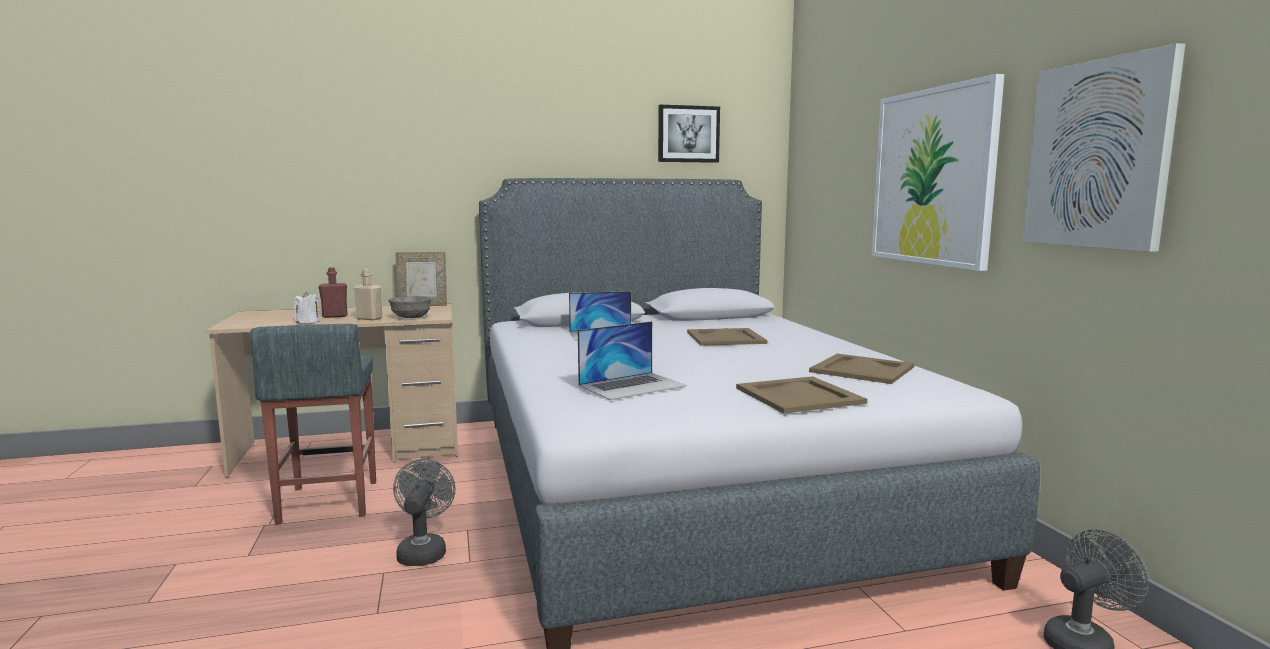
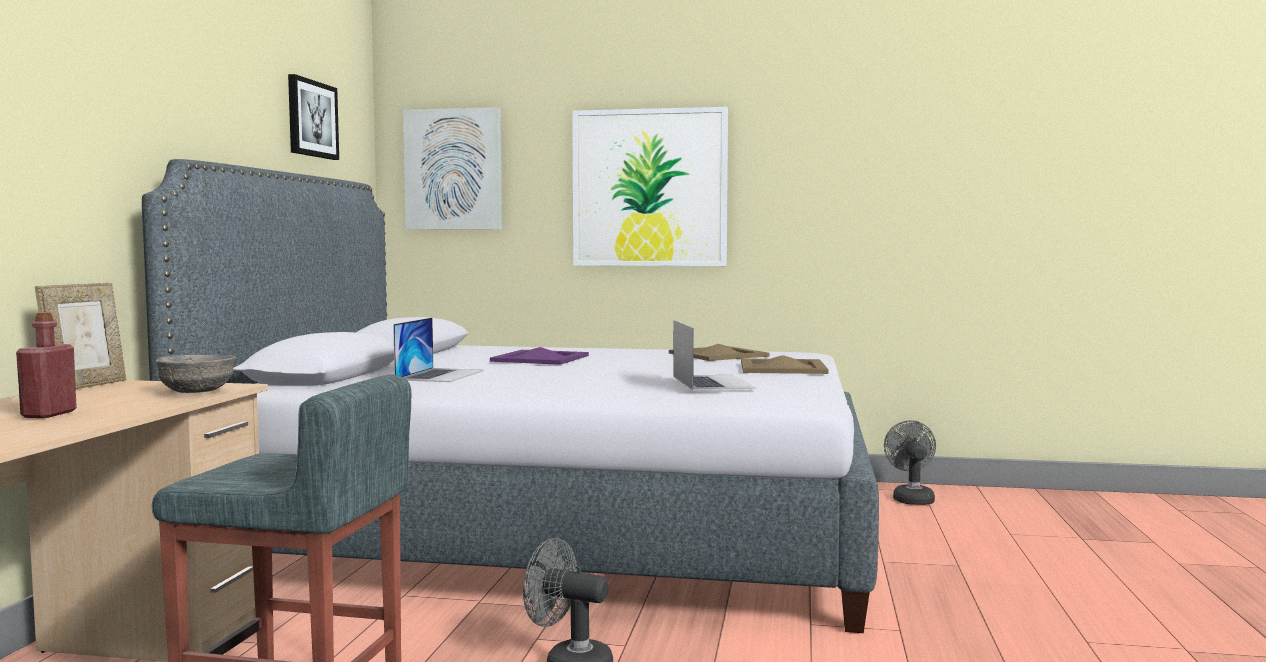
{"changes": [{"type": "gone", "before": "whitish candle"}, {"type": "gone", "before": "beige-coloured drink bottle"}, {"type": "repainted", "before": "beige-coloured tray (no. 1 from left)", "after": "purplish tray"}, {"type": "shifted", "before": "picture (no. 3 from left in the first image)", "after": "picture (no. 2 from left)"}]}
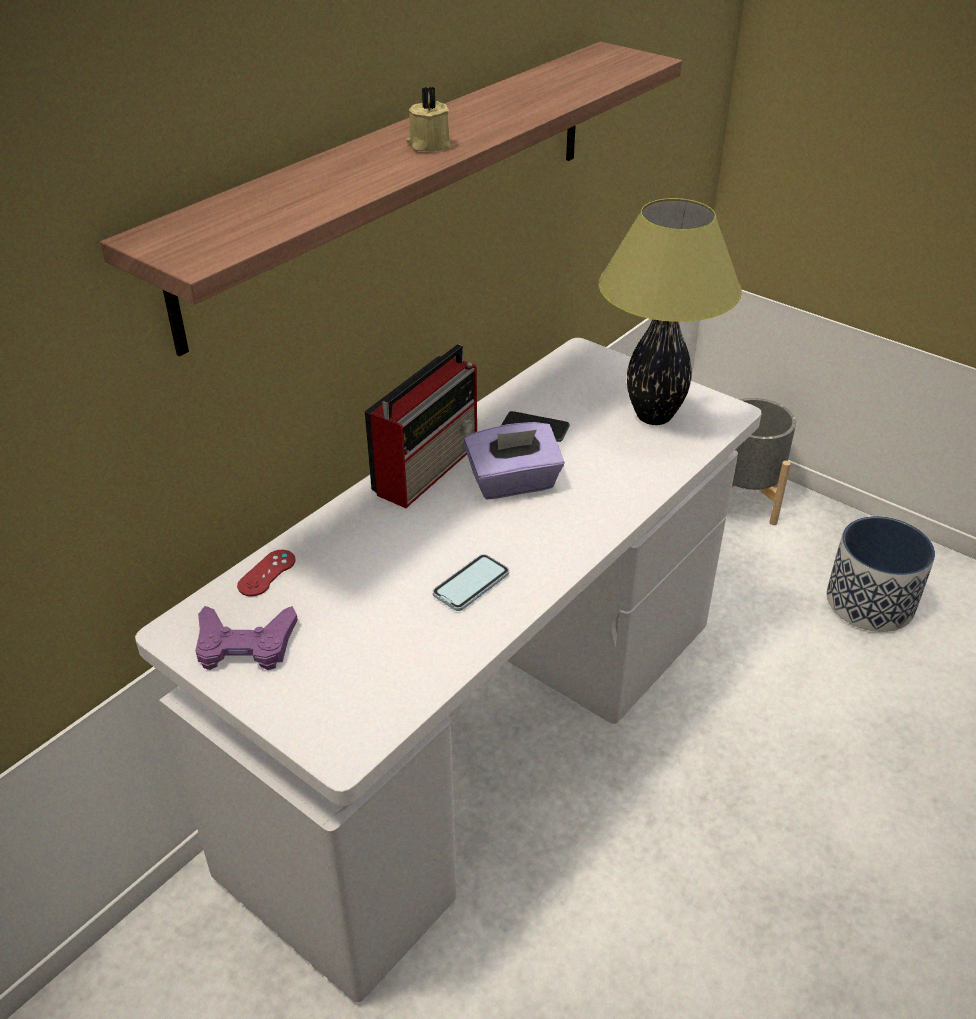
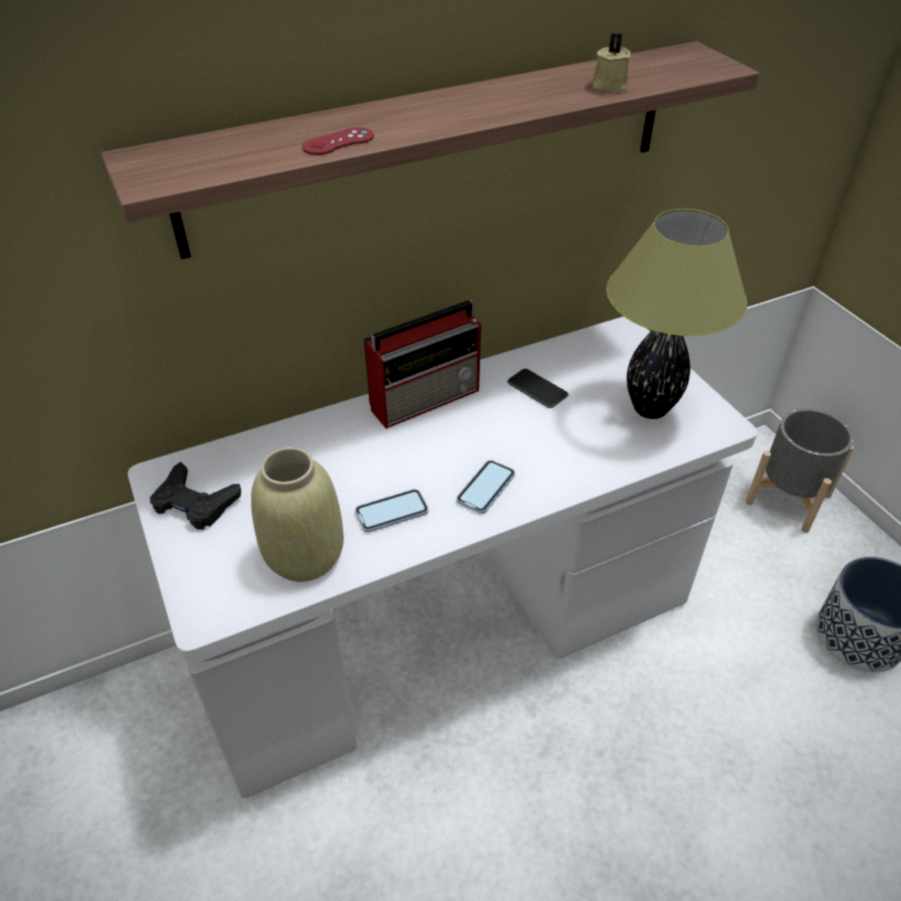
{"changes": [{"type": "repainted", "before": "purplish joypad", "after": "black joypad"}, {"type": "shifted", "before": "reddish joypad"}, {"type": "shifted", "before": "beige-coloured candle"}, {"type": "gone", "before": "purplish tissue box"}, {"type": "new", "after": "beige-coloured decorative vase"}, {"type": "new", "after": "handset (no. 2 from left)"}]}
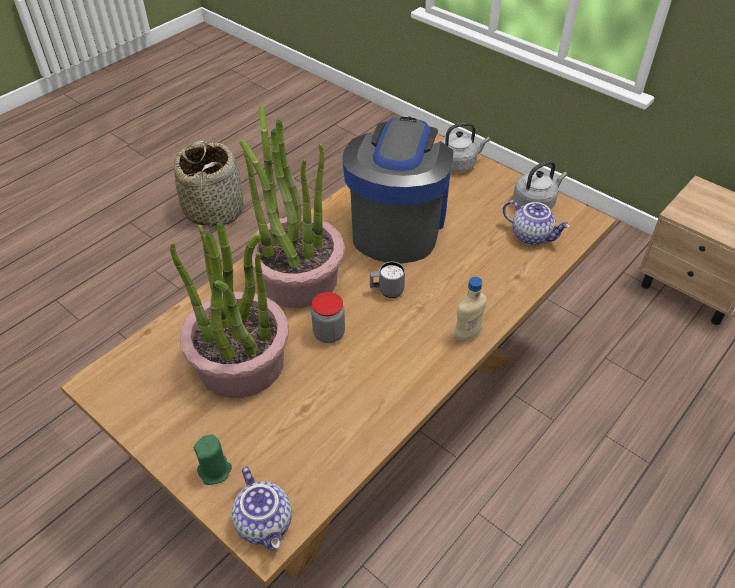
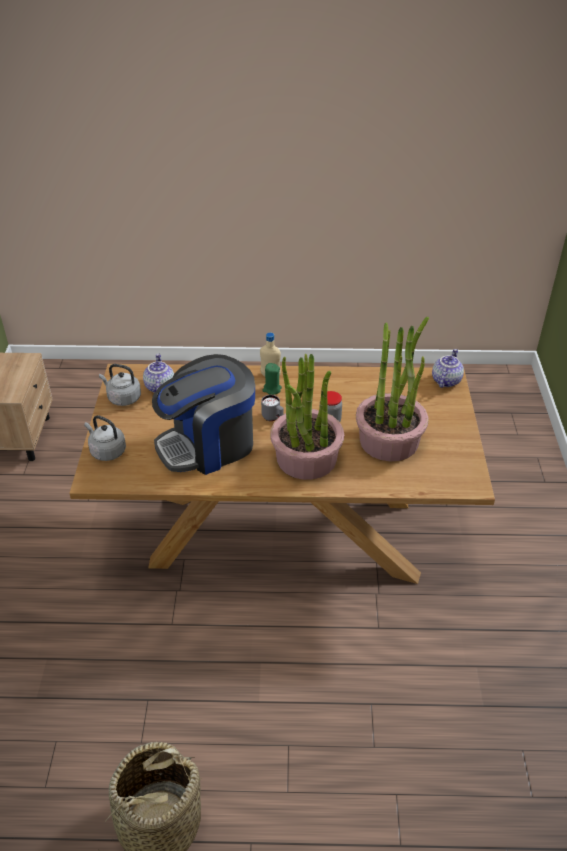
{"changes": [{"type": "shifted", "before": "greenish candle"}]}
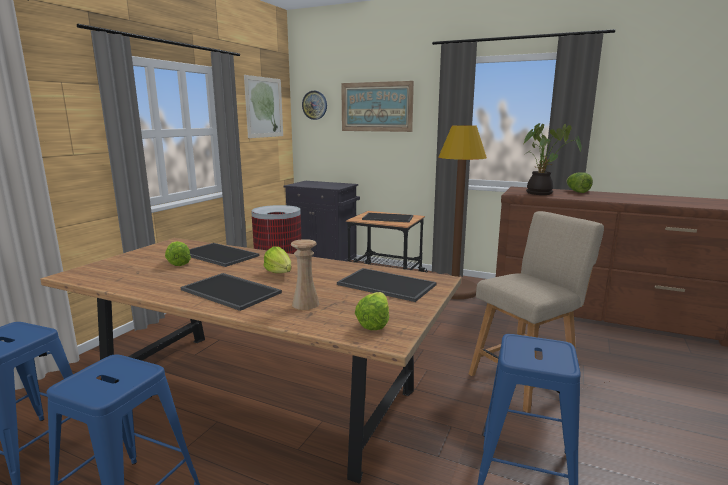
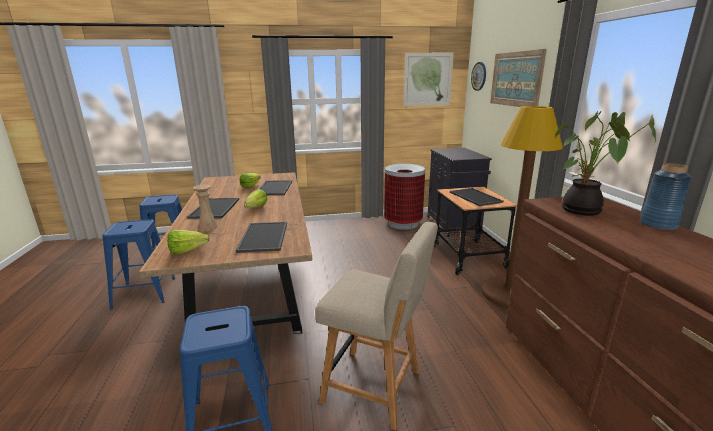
{"changes": [{"type": "swapped", "before": "head of lettuce (no. 4 from left)", "after": "blue-coloured decorative vase"}]}
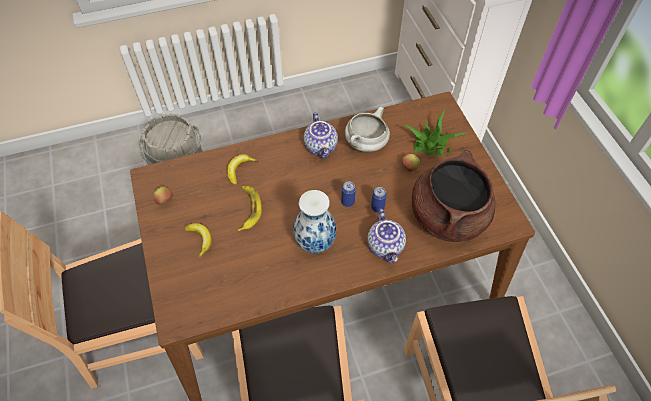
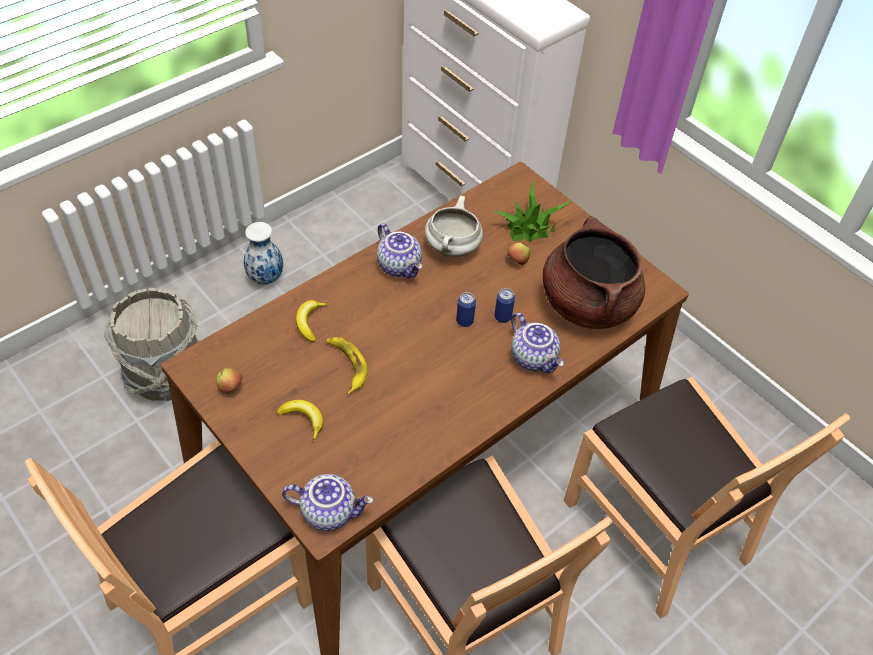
{"changes": [{"type": "shifted", "before": "decorative vase"}, {"type": "new", "after": "tea pot (no. 1 from left)"}]}
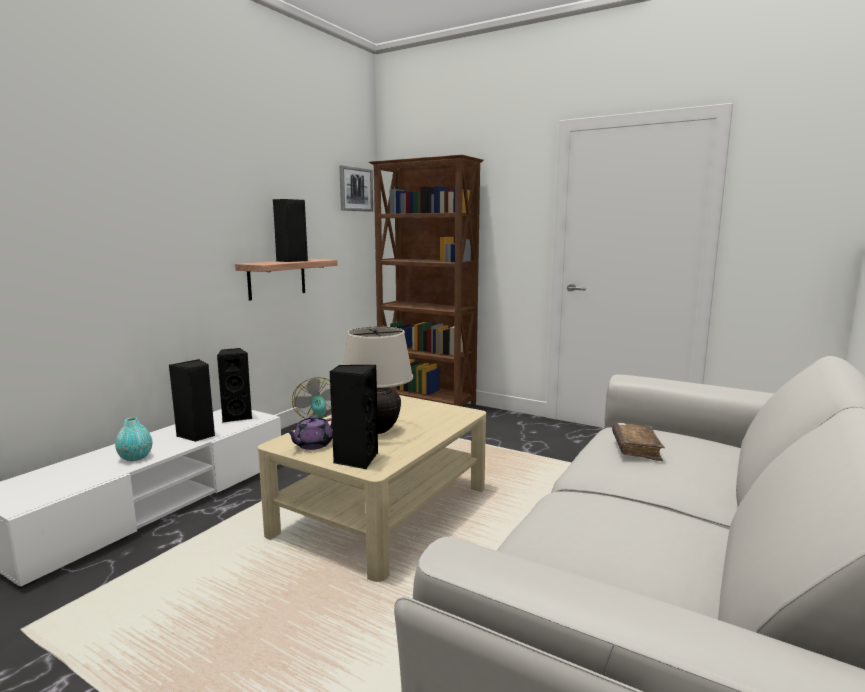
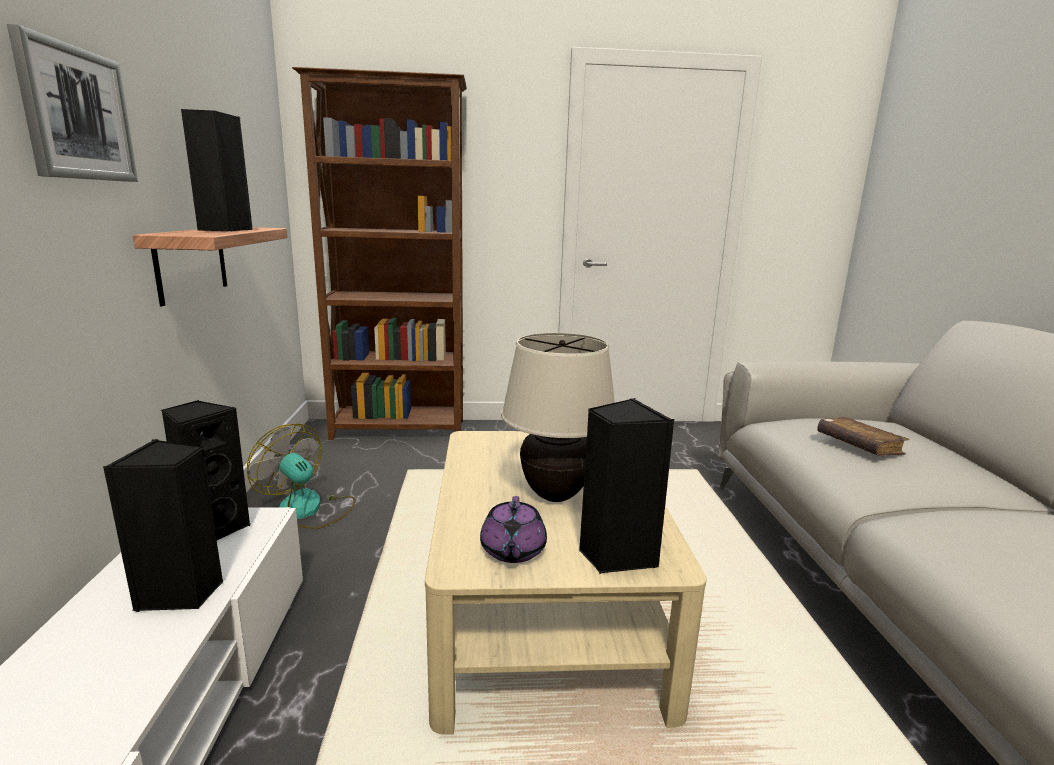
{"changes": [{"type": "gone", "before": "turquoise decorative vase"}, {"type": "shifted", "before": "picture"}]}
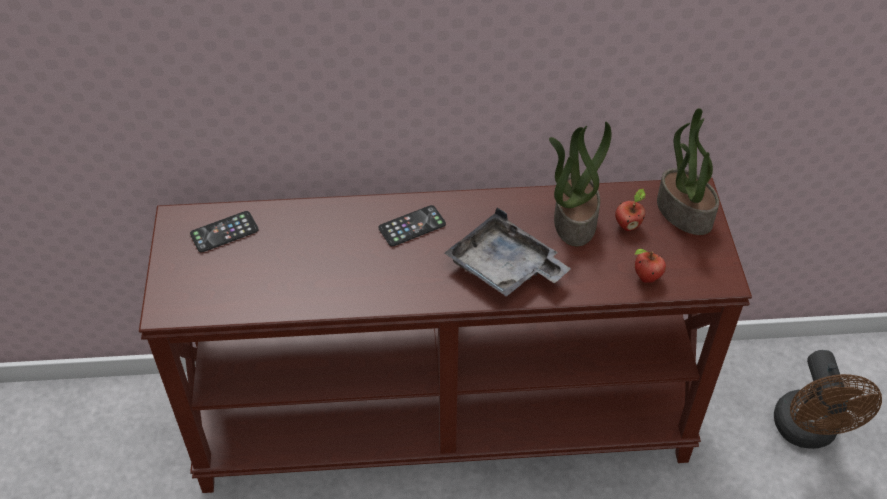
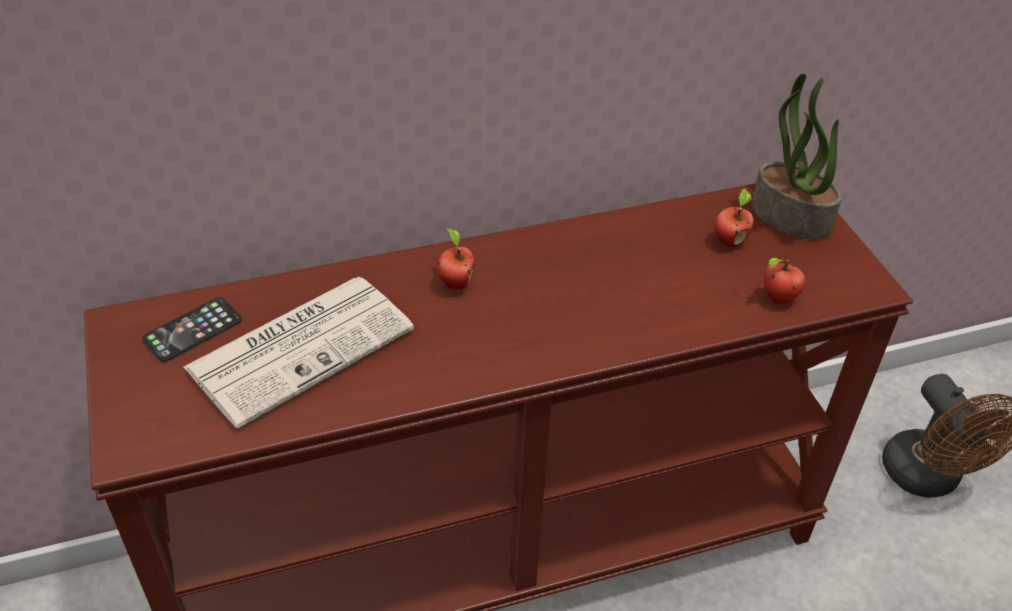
{"changes": [{"type": "swapped", "before": "handset (no. 2 from left)", "after": "apple (no. 1 from left)"}, {"type": "gone", "before": "gray tray"}, {"type": "gone", "before": "plant in a pot (no. 1 from left)"}, {"type": "new", "after": "printed paper"}]}
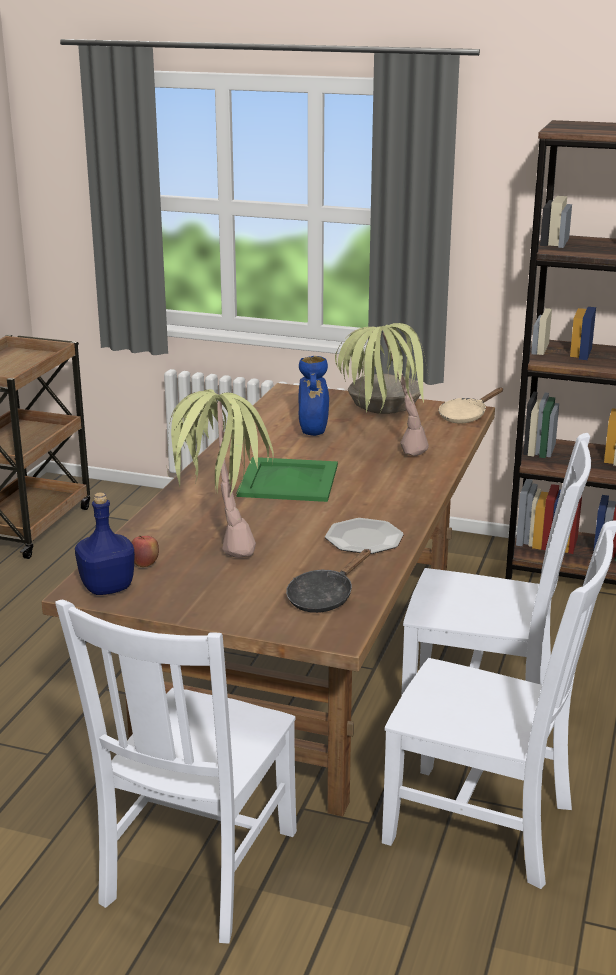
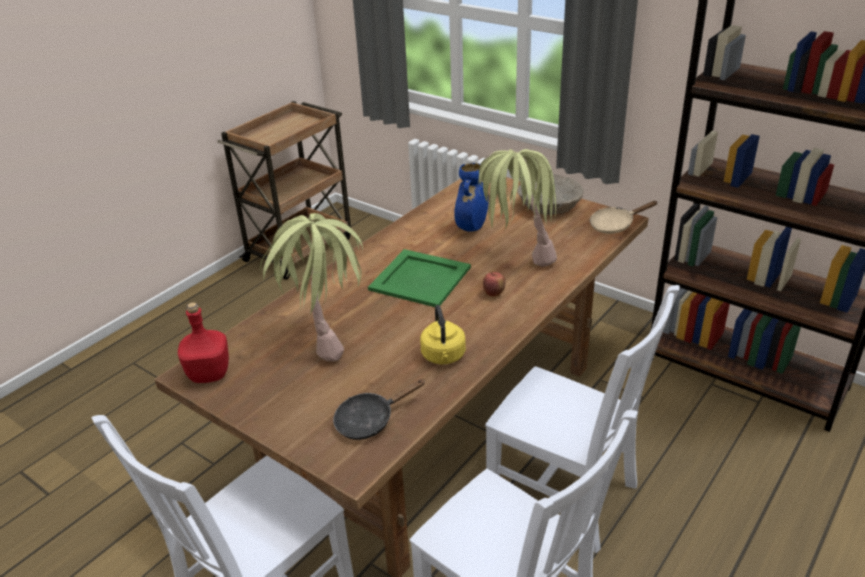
{"changes": [{"type": "repainted", "before": "blue-coloured drink bottle", "after": "reddish drink bottle"}, {"type": "shifted", "before": "apple"}, {"type": "swapped", "before": "flat dish", "after": "yellow tea kettle"}]}
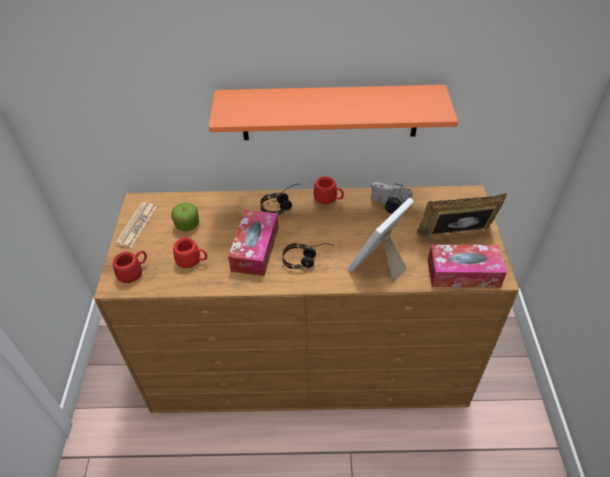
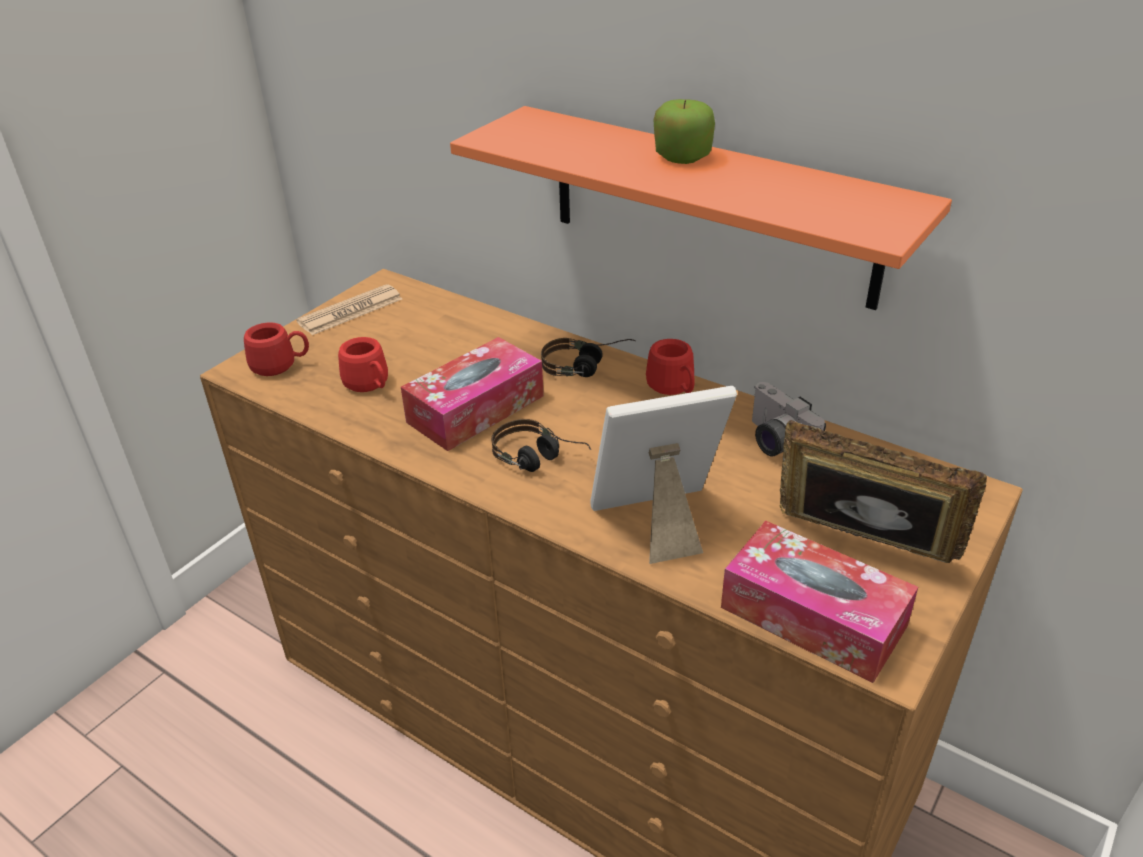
{"changes": [{"type": "shifted", "before": "apple"}]}
